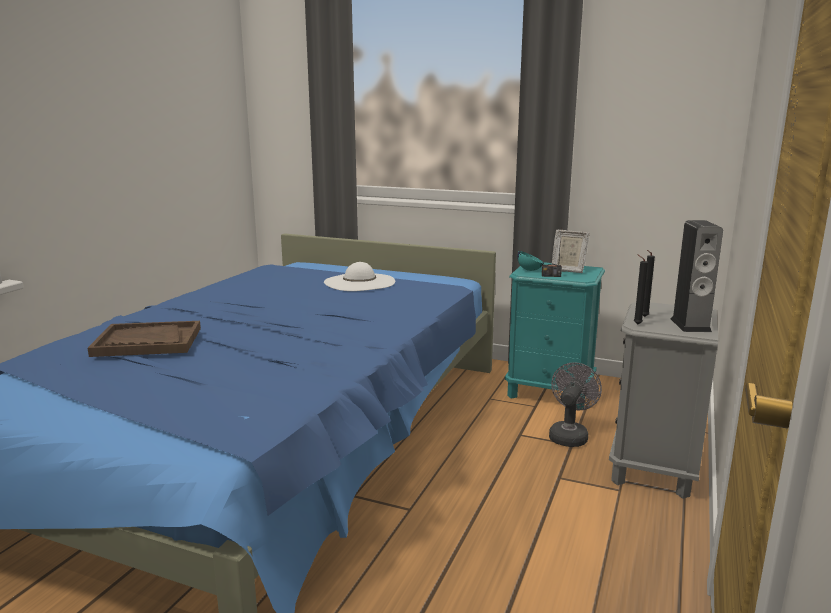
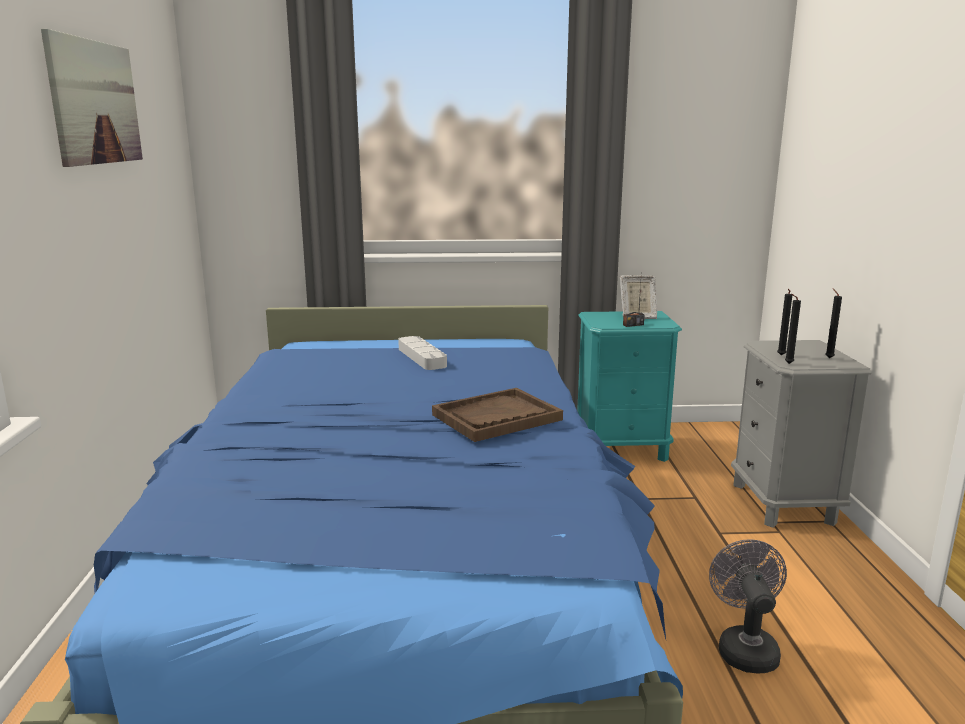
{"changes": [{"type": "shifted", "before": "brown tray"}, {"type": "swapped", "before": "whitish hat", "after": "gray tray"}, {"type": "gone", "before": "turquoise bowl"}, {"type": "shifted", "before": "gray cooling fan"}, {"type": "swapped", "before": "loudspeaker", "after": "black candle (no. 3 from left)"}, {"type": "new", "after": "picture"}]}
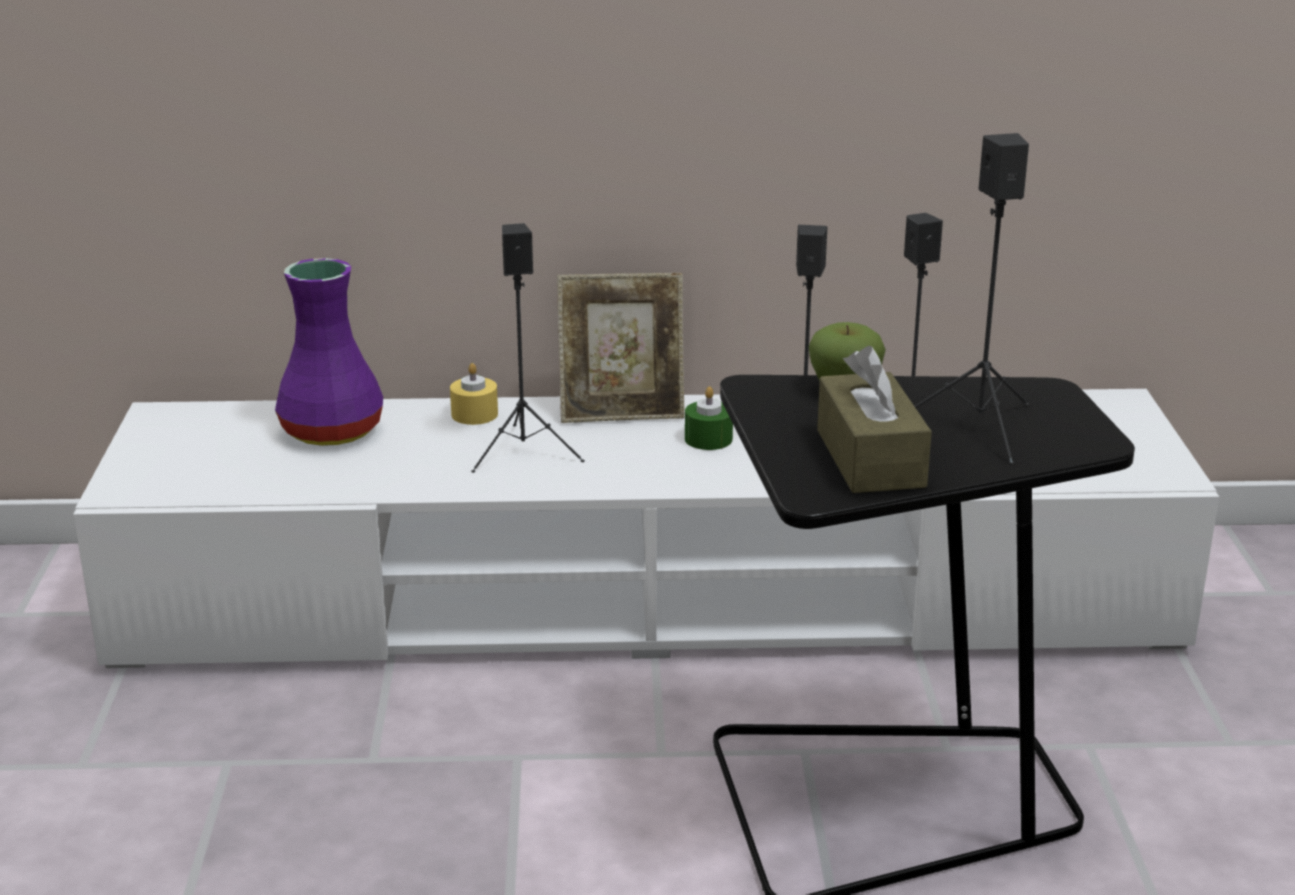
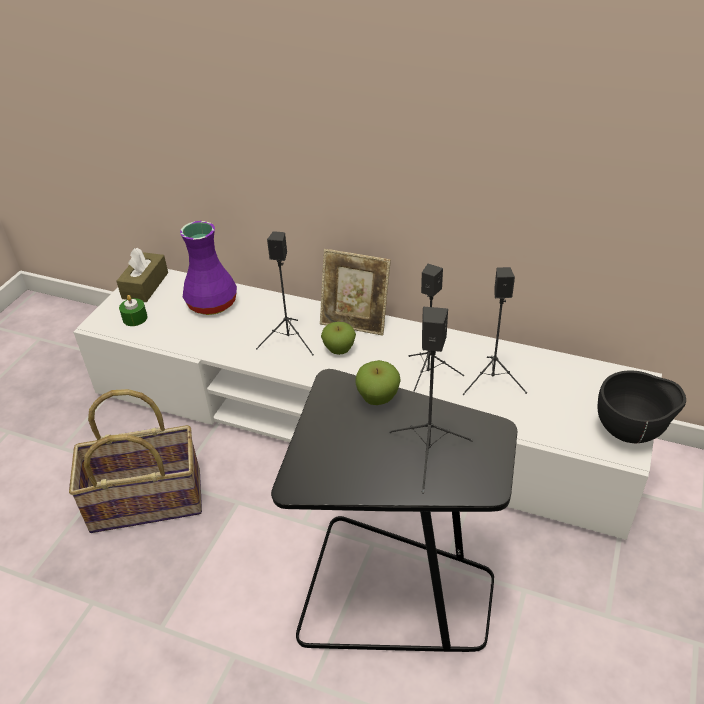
{"changes": [{"type": "gone", "before": "yellow candle"}, {"type": "shifted", "before": "greenish candle"}, {"type": "shifted", "before": "brown tissue box"}, {"type": "new", "after": "storage basket"}, {"type": "new", "after": "apple (no. 1 from left)"}, {"type": "new", "after": "black bowl"}]}
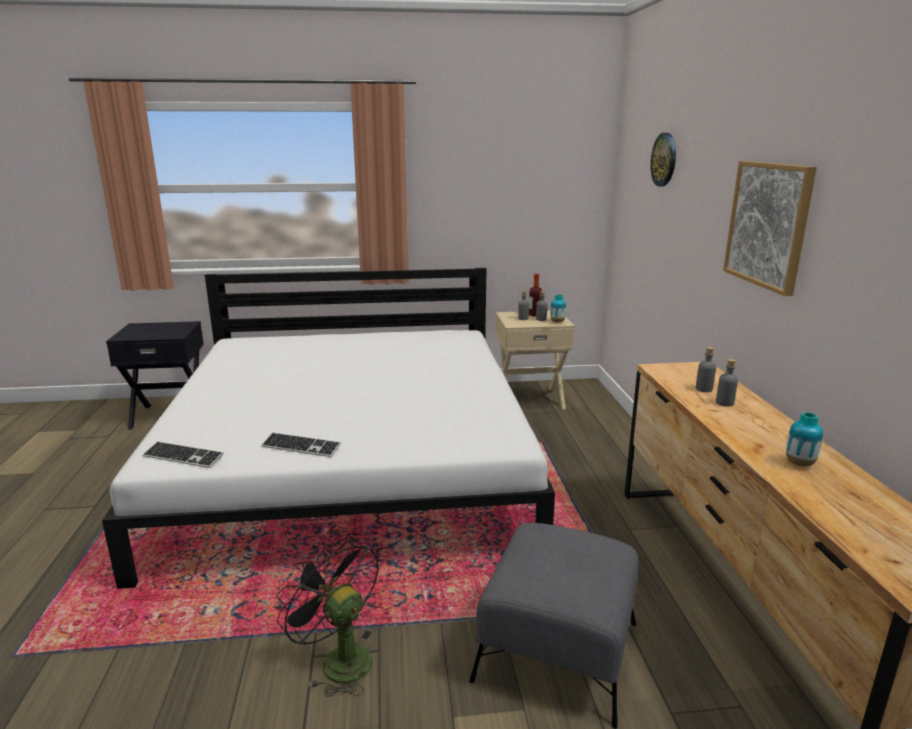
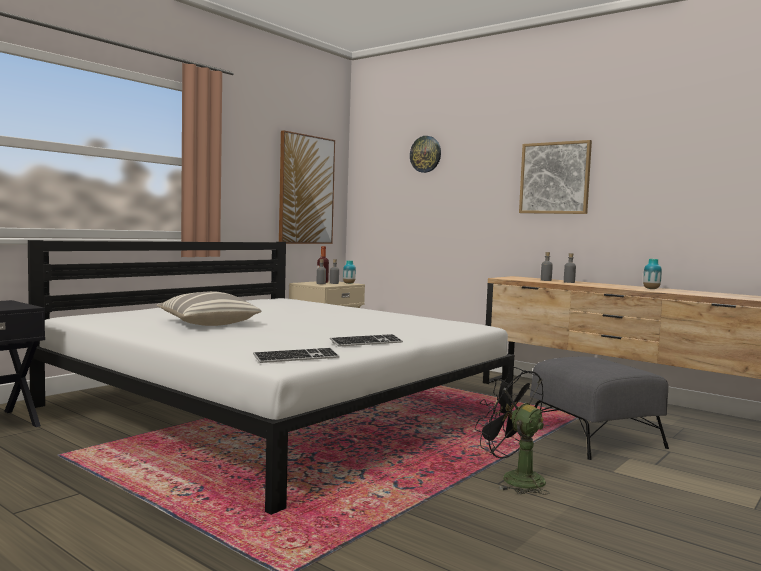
{"changes": [{"type": "rotated", "before": "black cooling fan", "turn": 45}, {"type": "new", "after": "cushion"}, {"type": "new", "after": "picture (no. 1 from left)"}]}
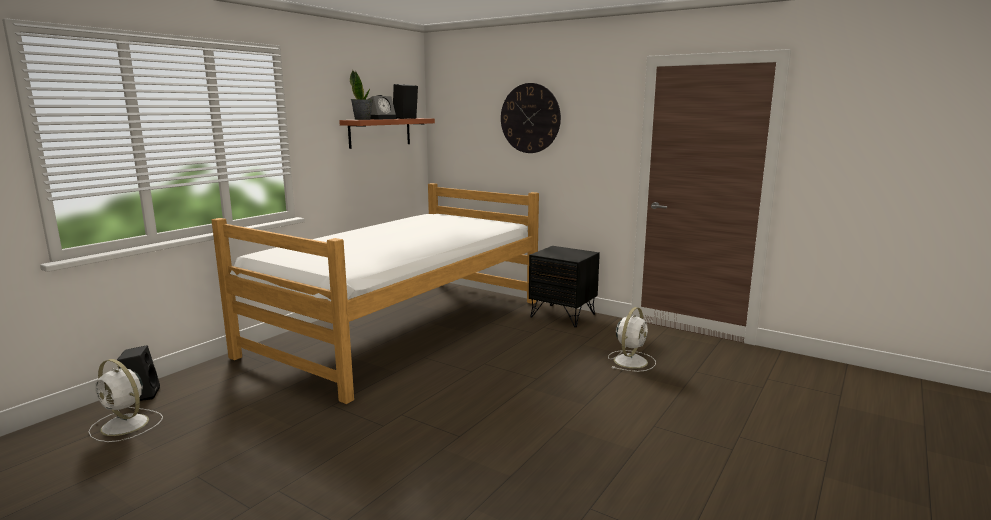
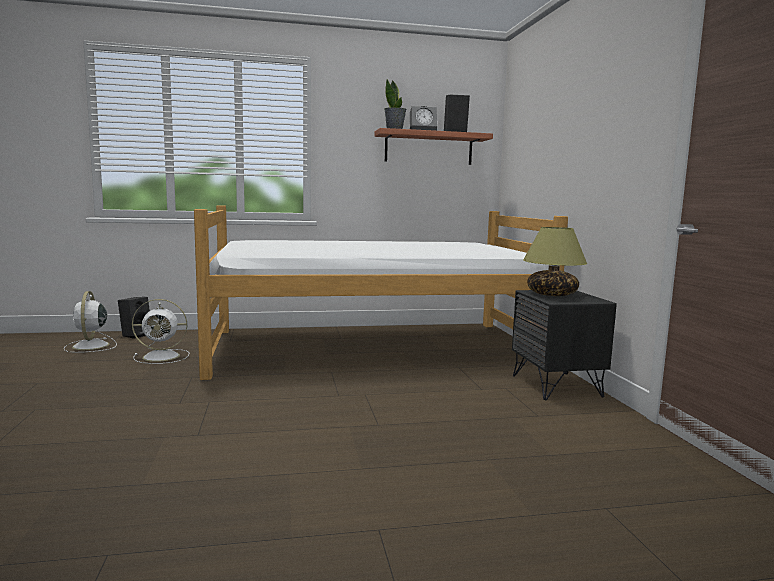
{"changes": [{"type": "gone", "before": "clock on the wall"}, {"type": "shifted", "before": "whitish cooling fan (no. 2 from left)"}, {"type": "new", "after": "table lamp"}]}
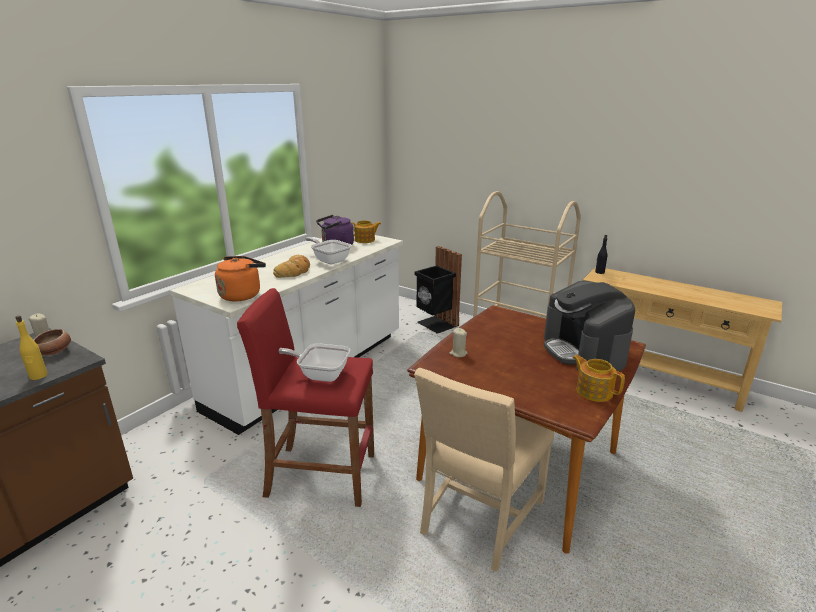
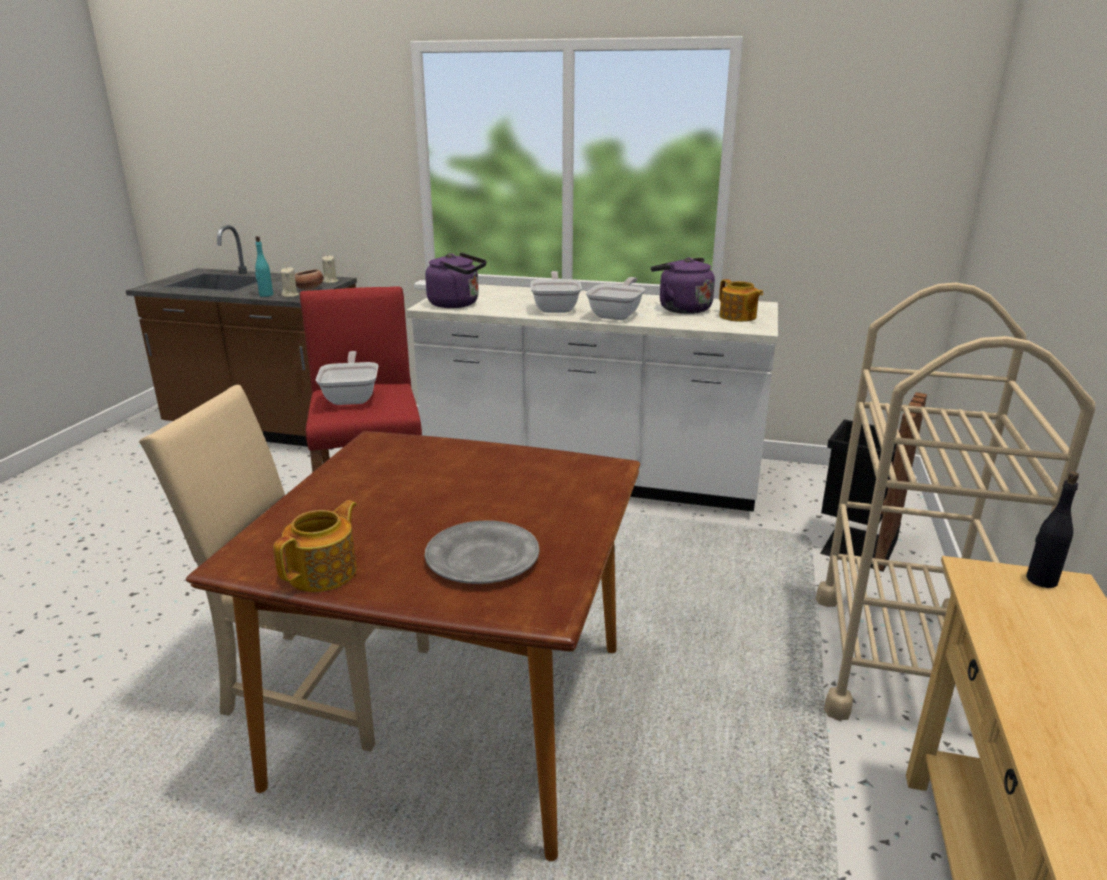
{"changes": [{"type": "repainted", "before": "yellow drink bottle", "after": "turquoise drink bottle"}, {"type": "repainted", "before": "orange tea kettle", "after": "purplish tea kettle (no. 1 from left)"}, {"type": "swapped", "before": "bakery bread", "after": "frying pan (no. 2 from left)"}, {"type": "shifted", "before": "beige-coloured candle (no. 2 from left in the first image)", "after": "beige-coloured candle (no. 1 from left)"}, {"type": "swapped", "before": "coffee maker", "after": "gray flat dish"}]}
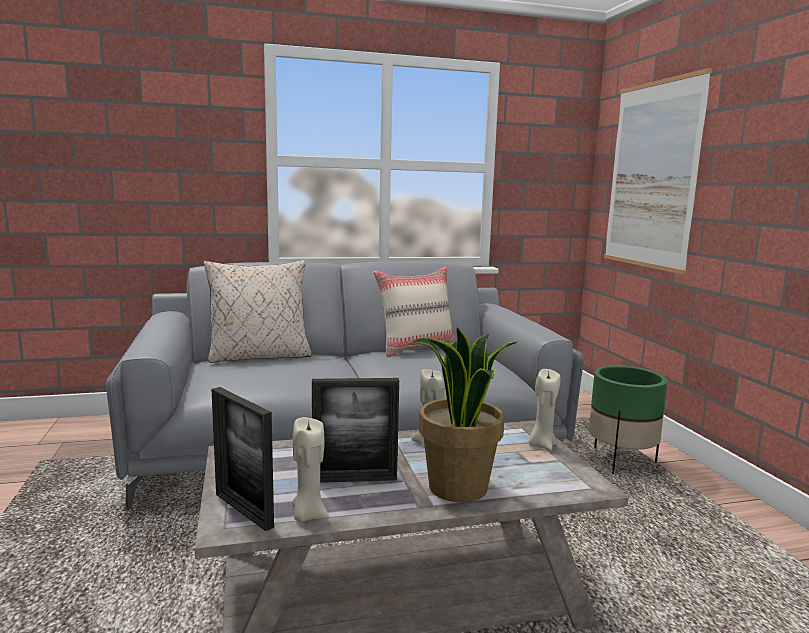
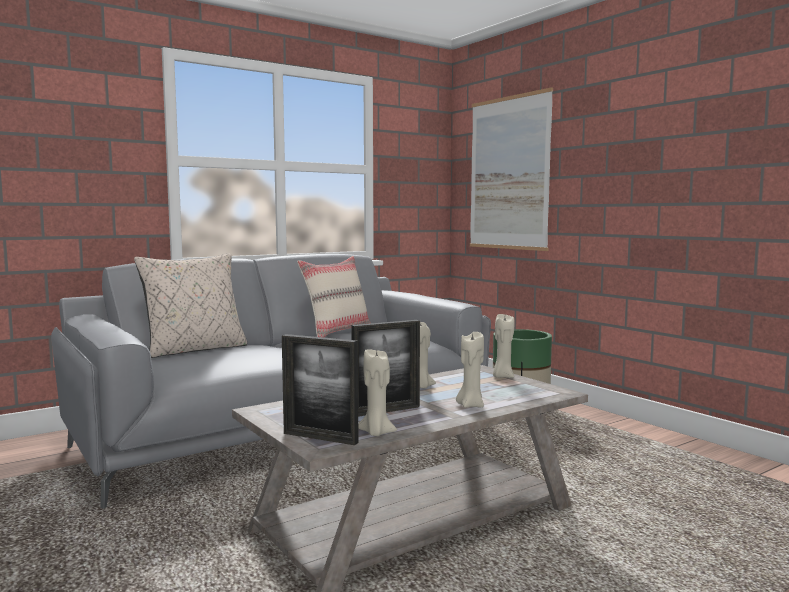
{"changes": [{"type": "swapped", "before": "plant in a pot", "after": "beige-coloured candle (no. 3 from left)"}]}
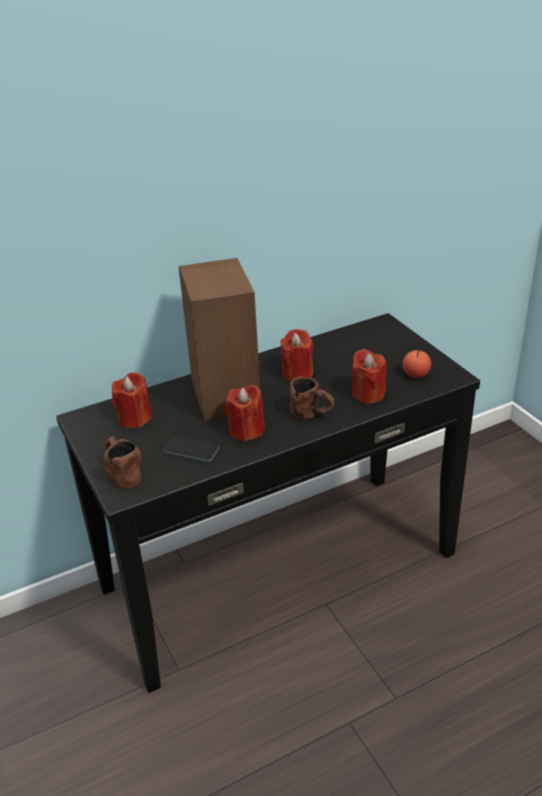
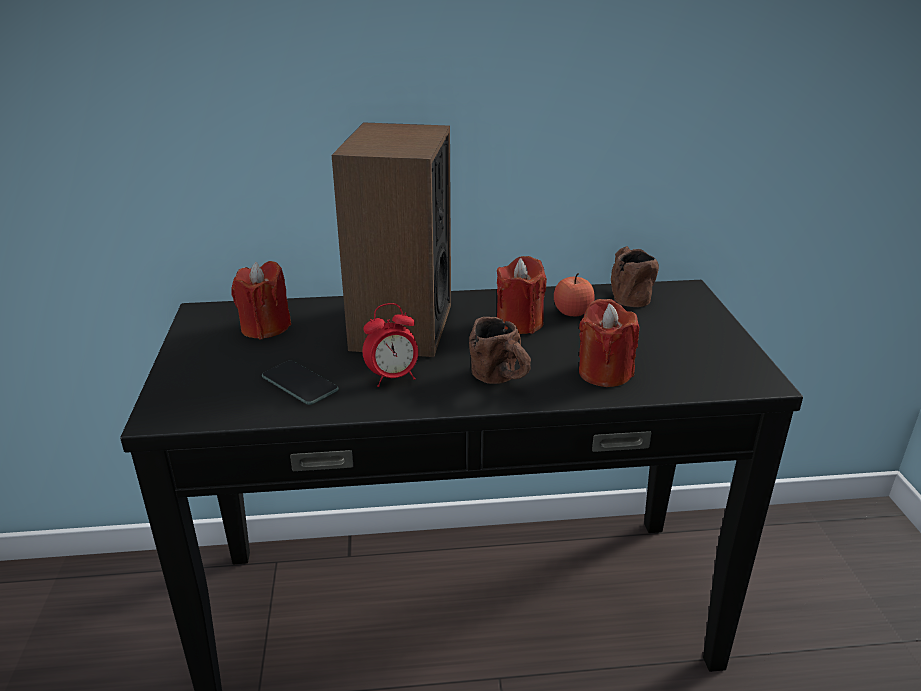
{"changes": [{"type": "shifted", "before": "brown tea mug (no. 1 from left in the first image)", "after": "brown tea mug (no. 2 from left)"}, {"type": "swapped", "before": "reddish candle (no. 2 from left)", "after": "alarm clock"}, {"type": "shifted", "before": "apple"}]}
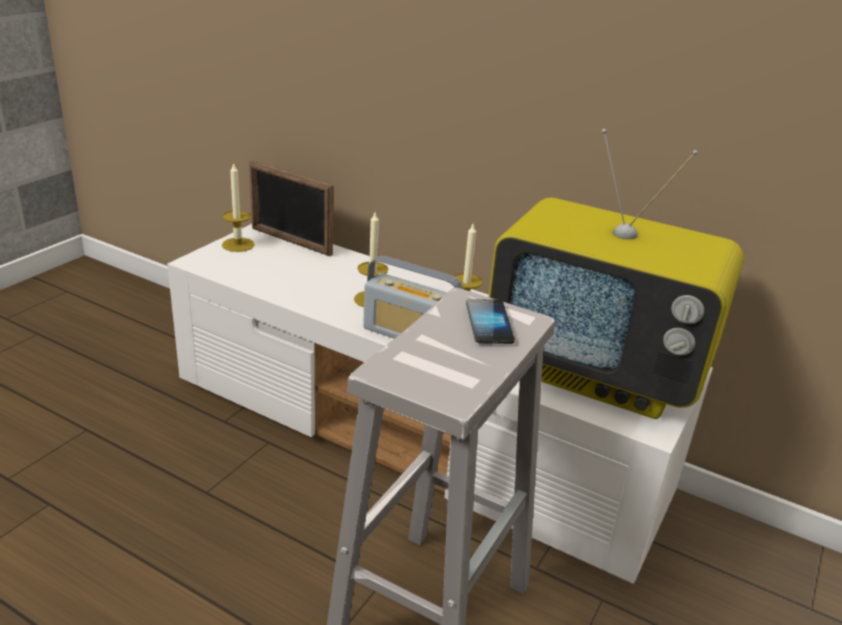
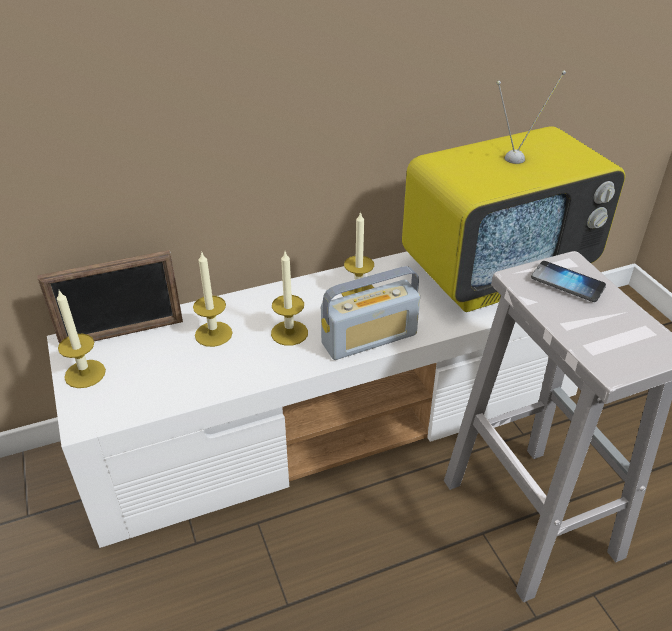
{"changes": [{"type": "new", "after": "candle (no. 2 from left)"}]}
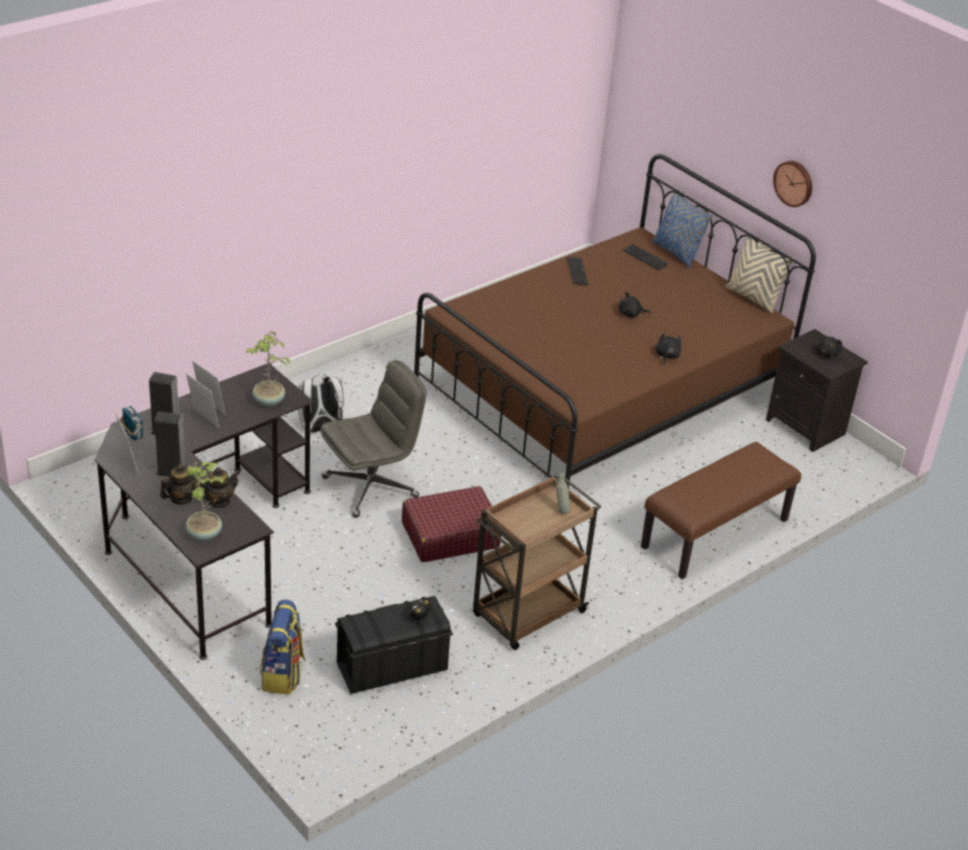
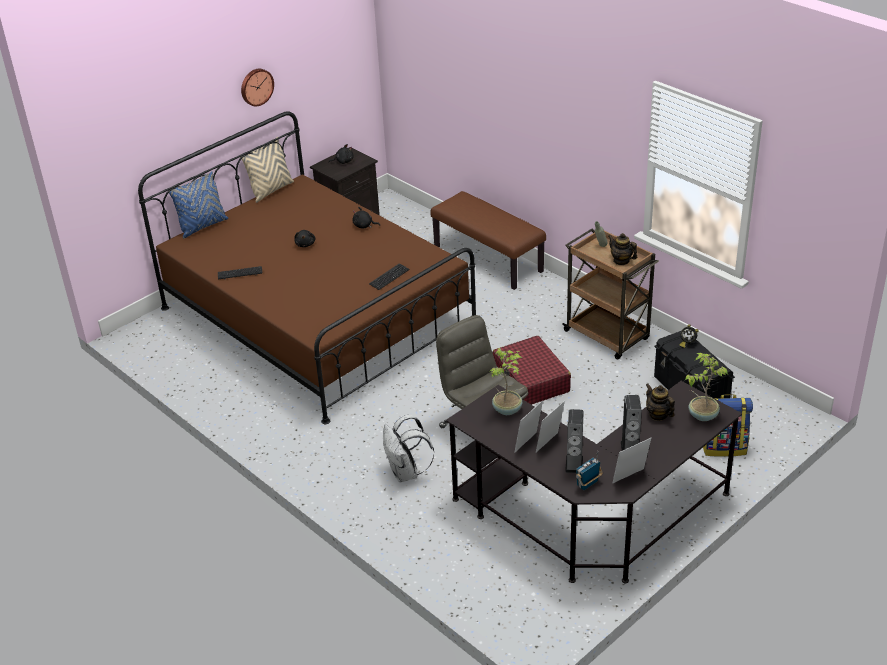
{"changes": [{"type": "shifted", "before": "tea pot (no. 1 from left)"}, {"type": "shifted", "before": "keyboard (no. 2 from left)"}]}
